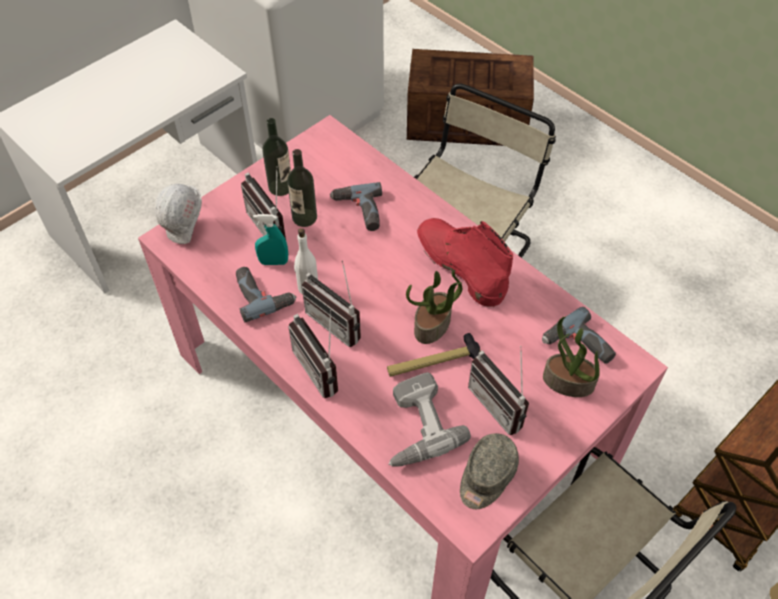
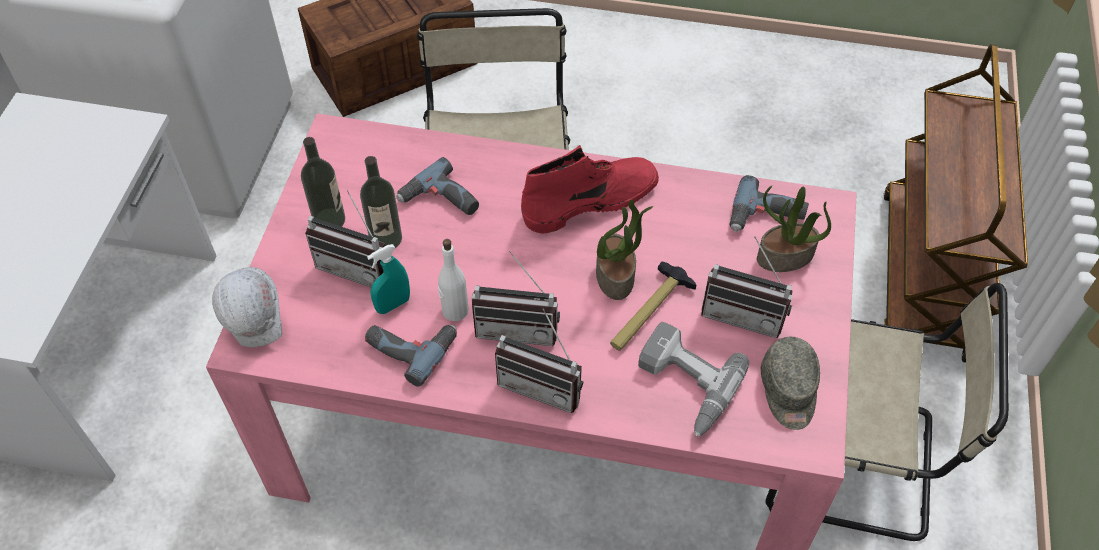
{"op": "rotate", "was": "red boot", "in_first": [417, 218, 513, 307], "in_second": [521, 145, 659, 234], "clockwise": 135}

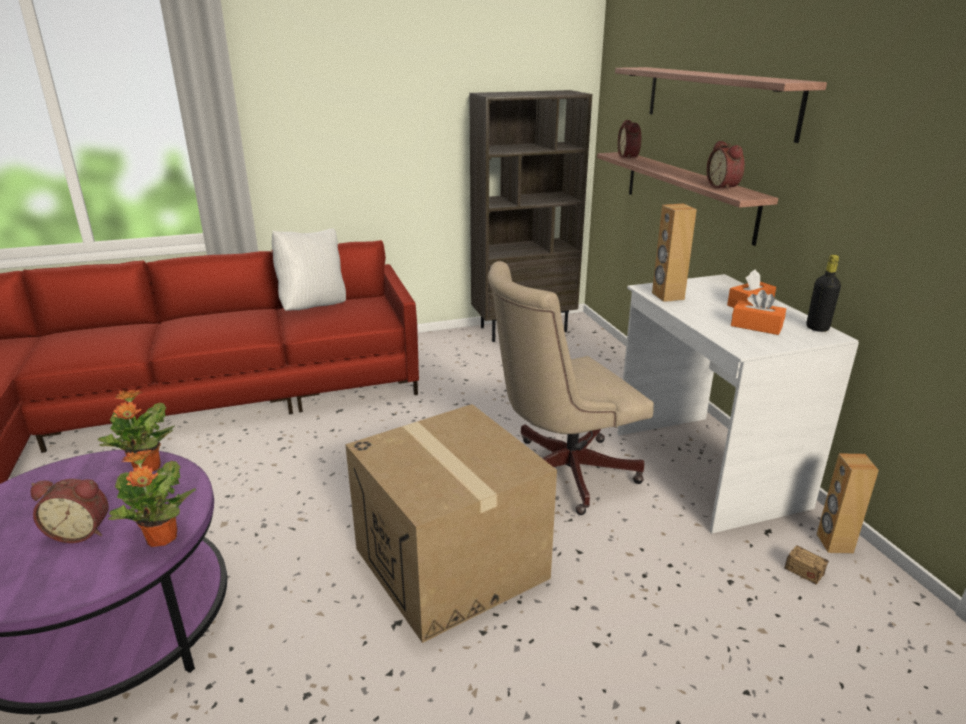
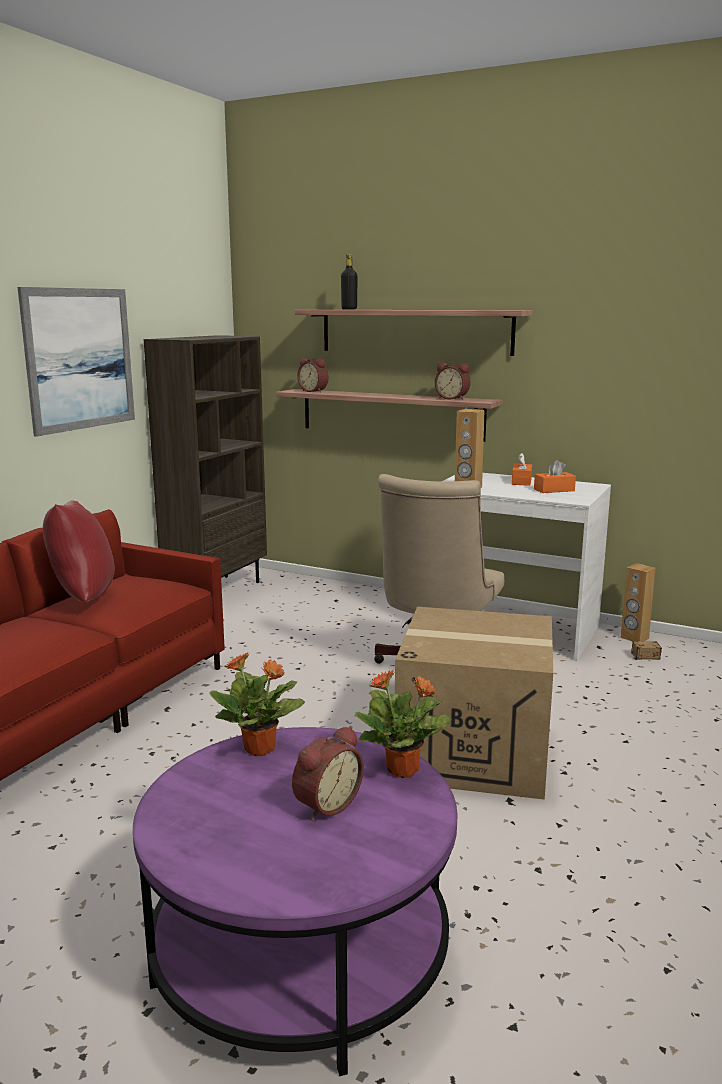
{"op": "recolor", "was": "white pillow", "now": "red pillow", "in_first": [272, 228, 346, 311], "in_second": [43, 500, 115, 602]}
{"op": "move", "was": "black bottle", "in_first": [806, 255, 841, 332], "in_second": [341, 254, 358, 310]}
{"op": "insert", "now": "picture", "in_second": [18, 287, 135, 437]}

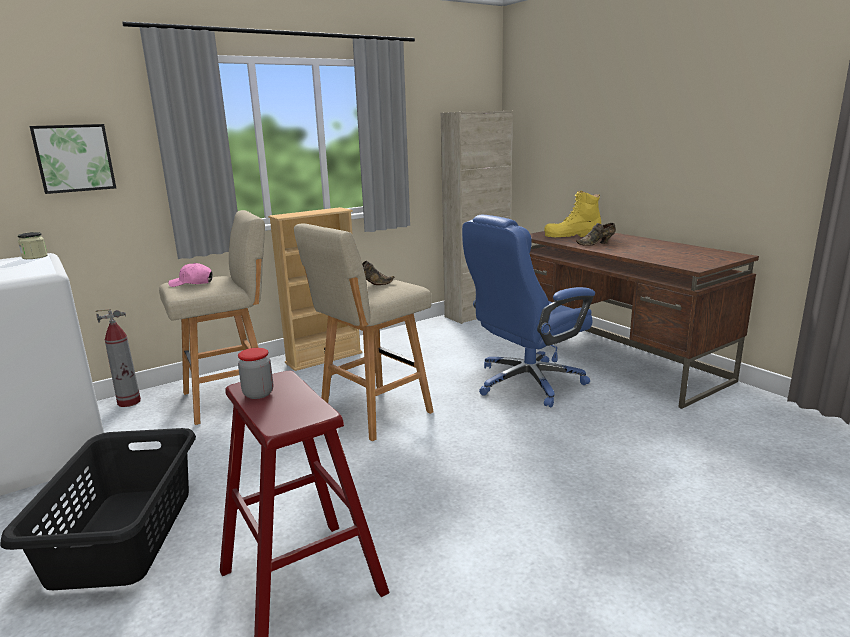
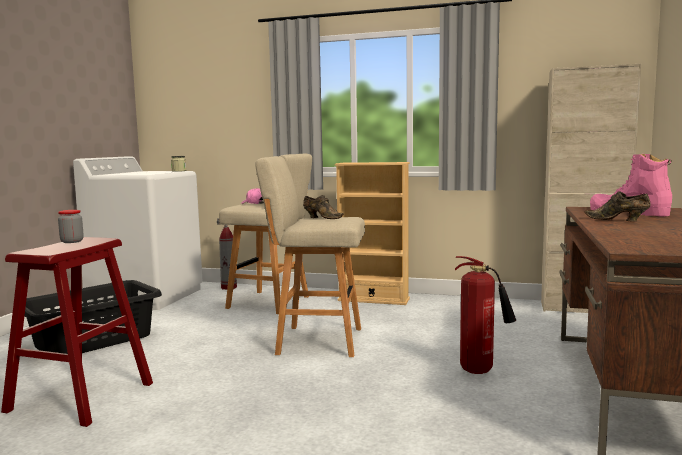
{"op": "delete", "was": "picture", "in_first": [29, 124, 116, 194]}
{"op": "replace", "was": "blue office chair", "now": "fire extinguisher", "in_first": [462, 215, 595, 407], "in_second": [455, 256, 516, 374]}
{"op": "recolor", "was": "yellow boot", "now": "pink boot", "in_first": [544, 191, 601, 237], "in_second": [590, 154, 672, 216]}

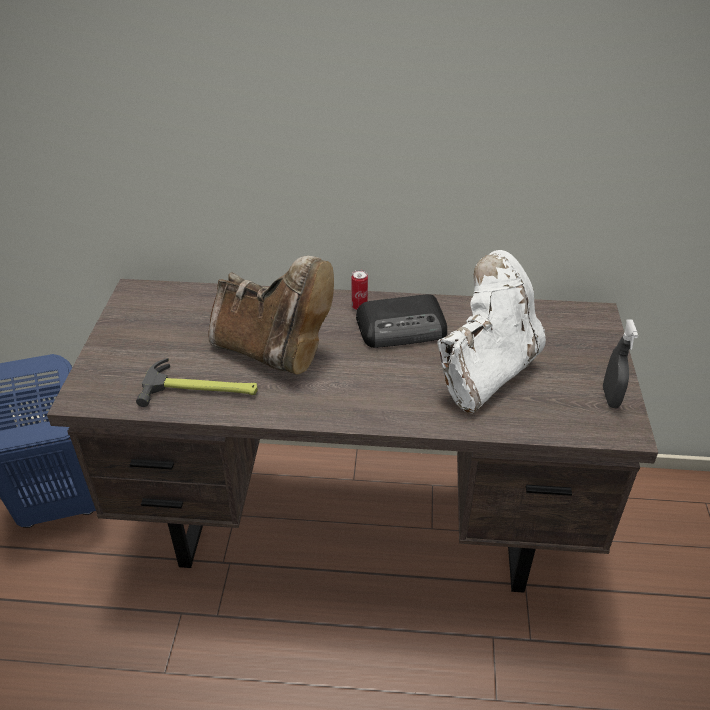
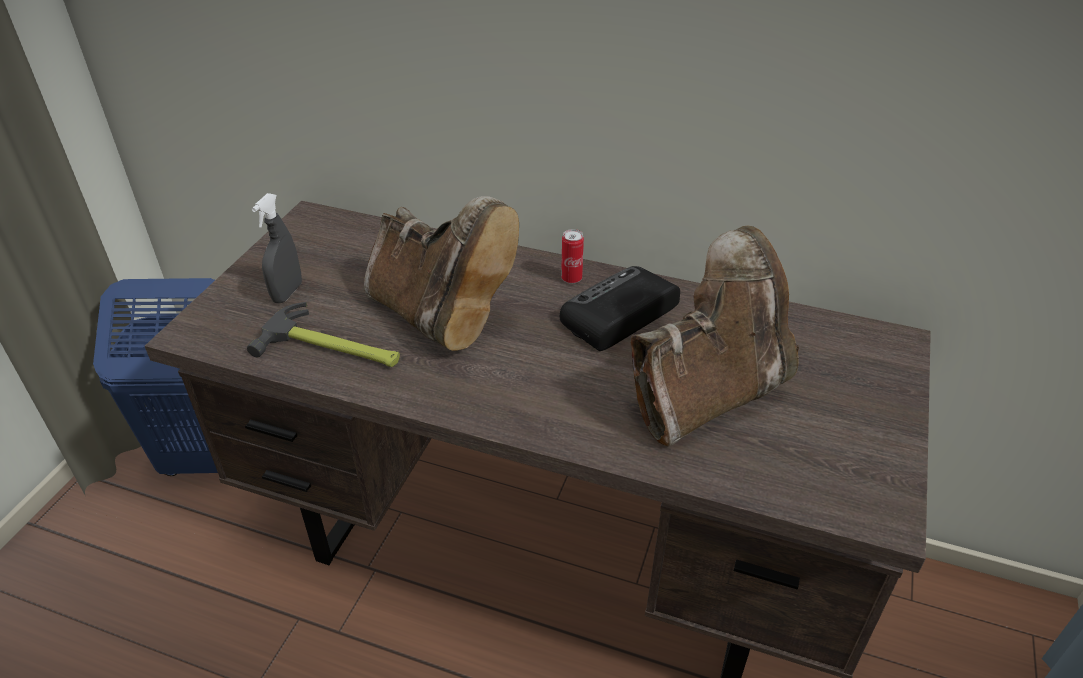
{"op": "rotate", "was": "radio", "in_first": [356, 294, 447, 348], "in_second": [560, 266, 680, 351], "clockwise": 135}
{"op": "recolor", "was": "white boot", "now": "brown boot", "in_first": [437, 250, 546, 413], "in_second": [631, 226, 799, 446]}
{"op": "move", "was": "grey spray bottle", "in_first": [603, 319, 638, 408], "in_second": [252, 193, 302, 303]}

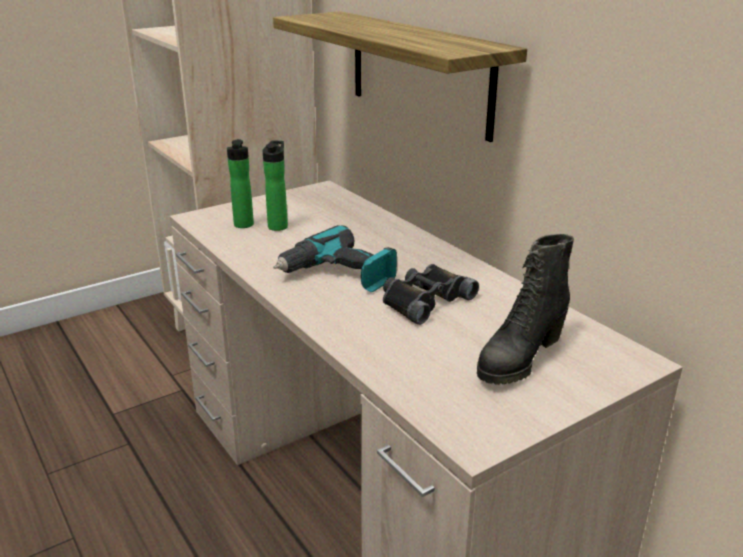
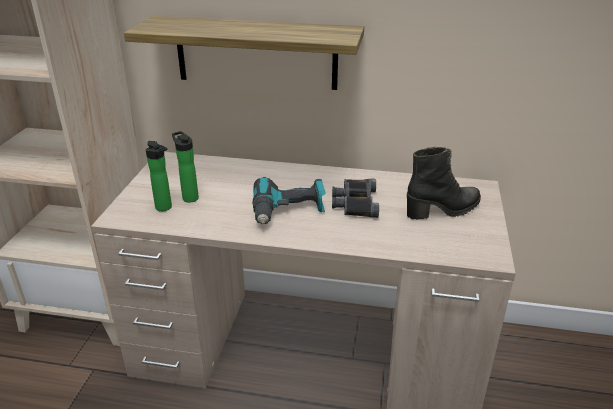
{"op": "rotate", "was": "black boot", "in_first": [477, 234, 574, 385], "in_second": [407, 147, 481, 220], "clockwise": -105}

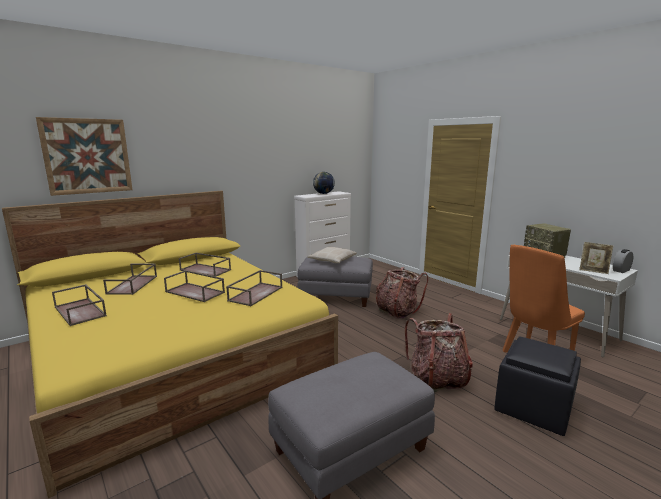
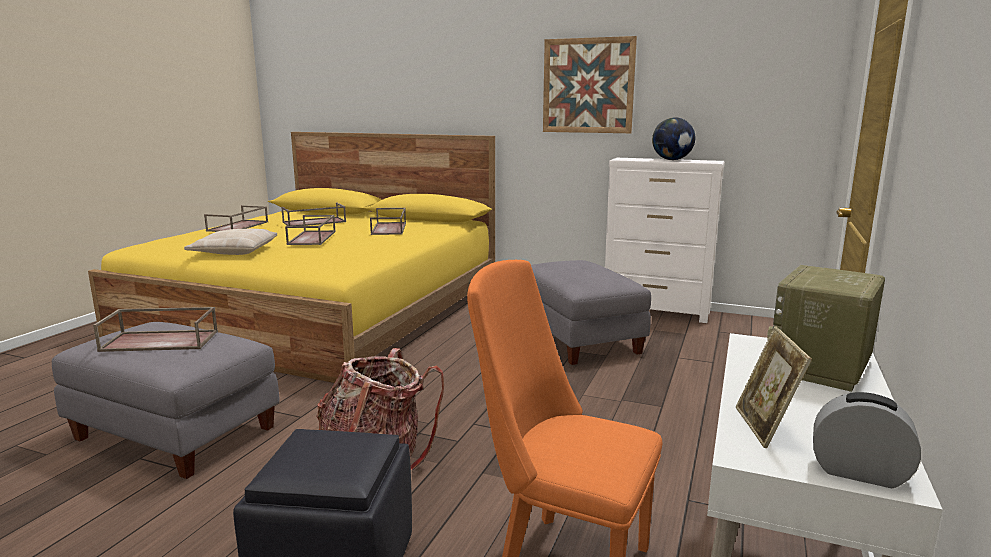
{"op": "move", "was": "picture", "in_first": [36, 117, 133, 196], "in_second": [543, 36, 637, 133]}
{"op": "move", "was": "brown tray", "in_first": [226, 270, 282, 306], "in_second": [93, 307, 218, 352]}
{"op": "move", "was": "beige pillow", "in_first": [307, 247, 357, 263], "in_second": [184, 229, 277, 255]}
{"op": "delete", "was": "backpack", "in_first": [376, 267, 428, 319]}

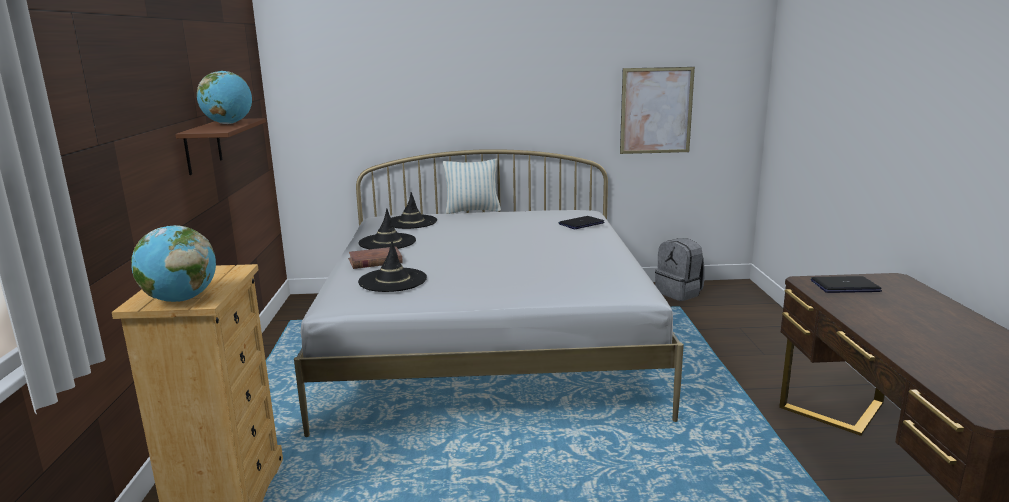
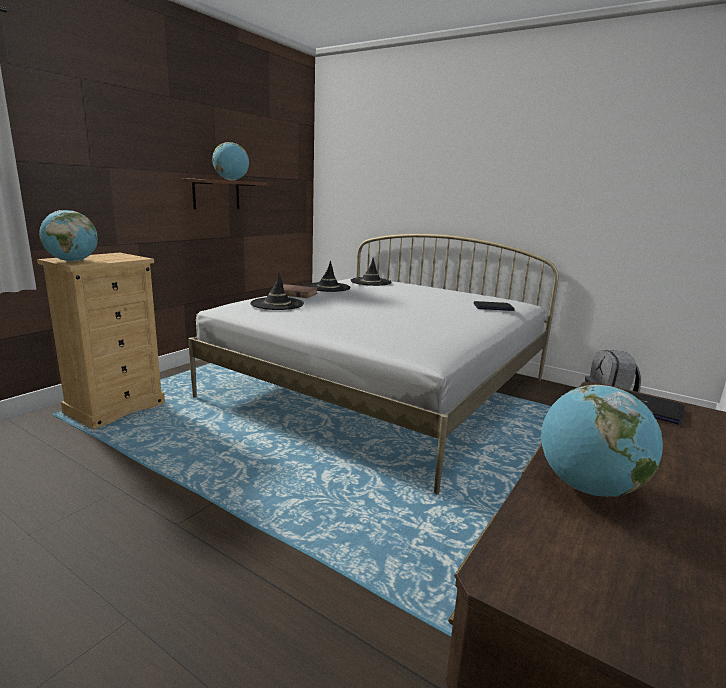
{"op": "delete", "was": "pillow", "in_first": [443, 159, 501, 214]}
{"op": "delete", "was": "picture", "in_first": [620, 67, 695, 154]}
{"op": "insert", "now": "globe", "in_second": [541, 385, 663, 497]}

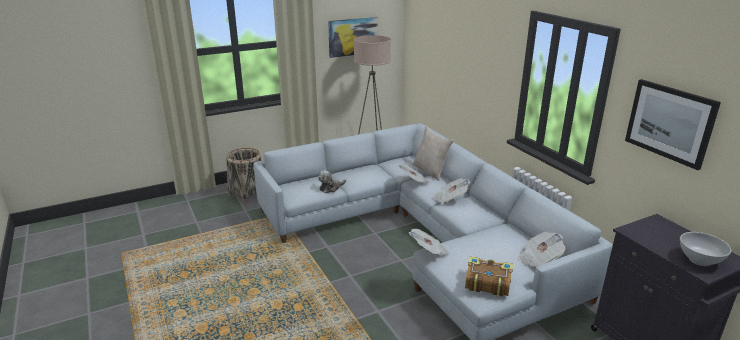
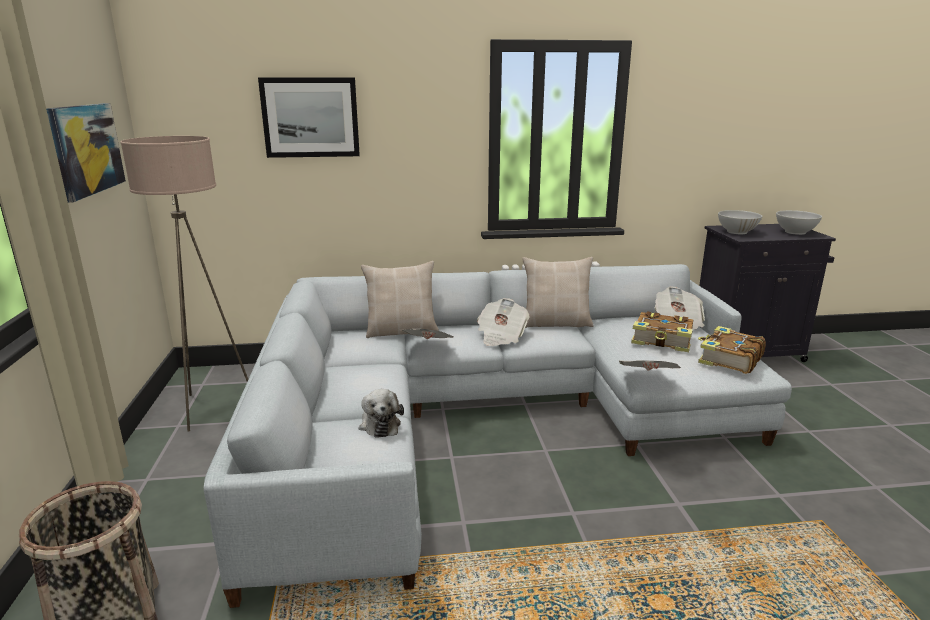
{"op": "move", "was": "picture", "in_first": [625, 79, 721, 170], "in_second": [258, 78, 360, 158]}
{"op": "insert", "now": "beige pillow", "in_second": [522, 257, 594, 328]}
{"op": "insert", "now": "book", "in_second": [631, 311, 693, 352]}
{"op": "insert", "now": "white bowl", "in_second": [718, 210, 762, 234]}

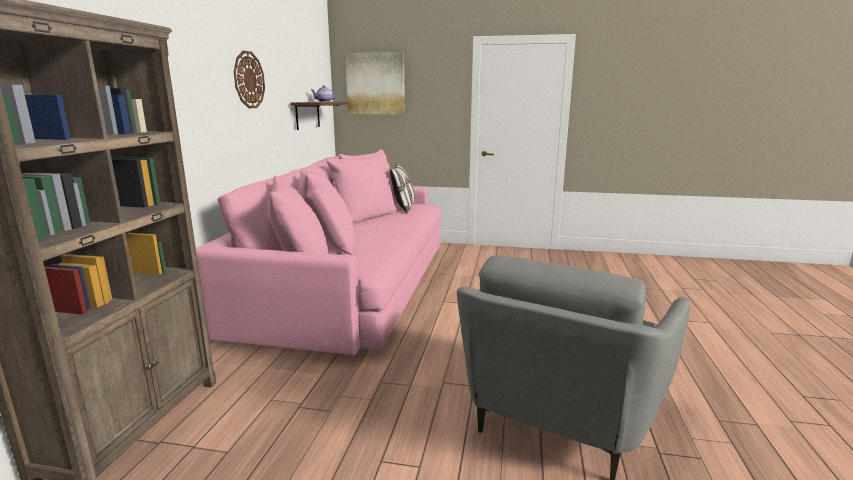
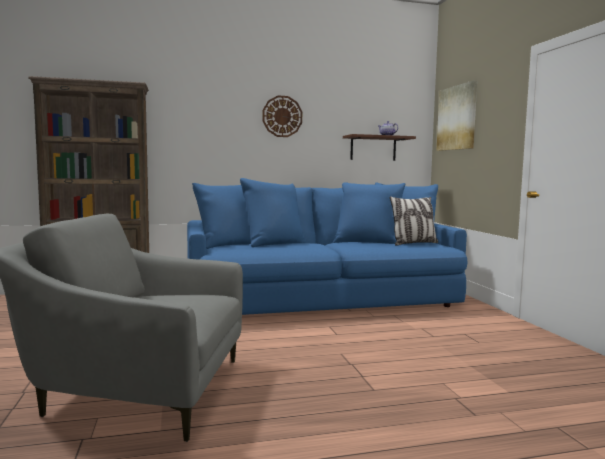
{"op": "recolor", "was": "pink sofa", "now": "blue sofa", "in_first": [196, 149, 442, 355], "in_second": [187, 178, 467, 315]}

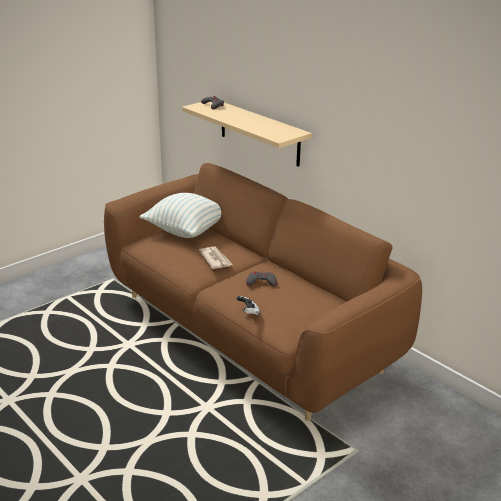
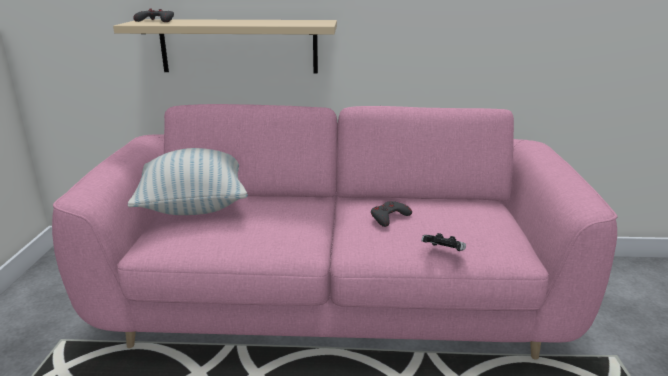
{"op": "recolor", "was": "brown sofa", "now": "pink sofa", "in_first": [104, 163, 422, 421], "in_second": [52, 104, 617, 360]}
{"op": "delete", "was": "newspaper", "in_first": [199, 247, 233, 269]}

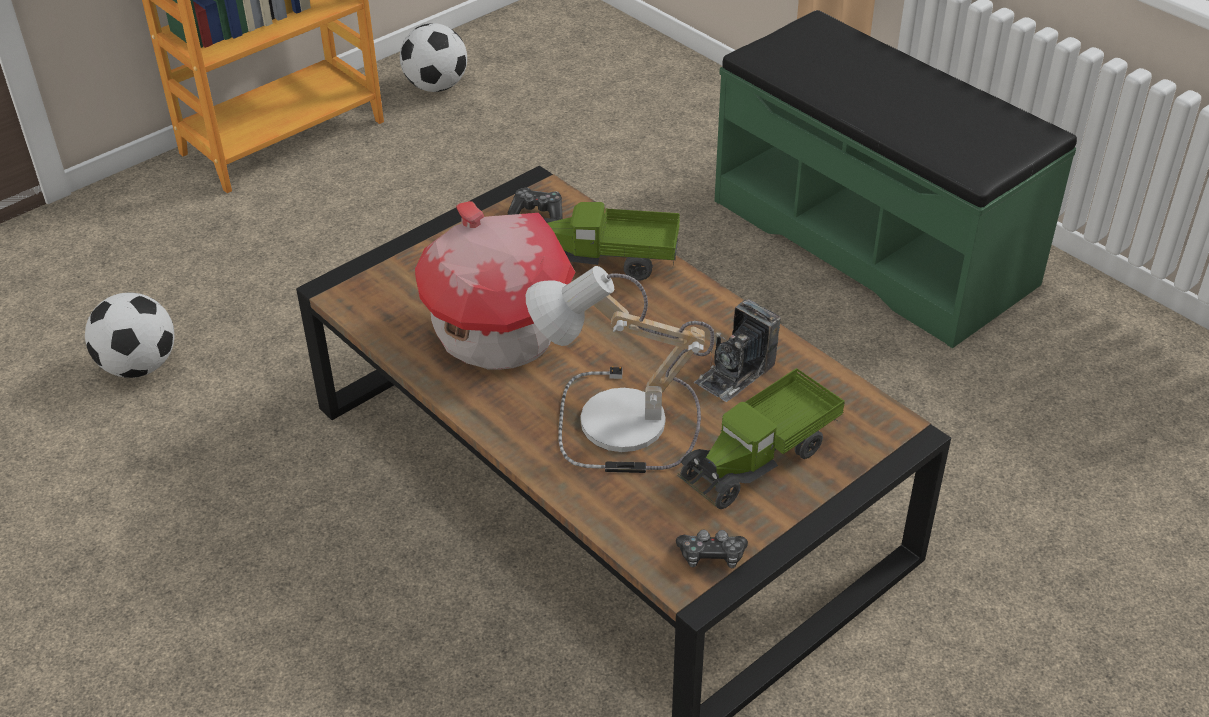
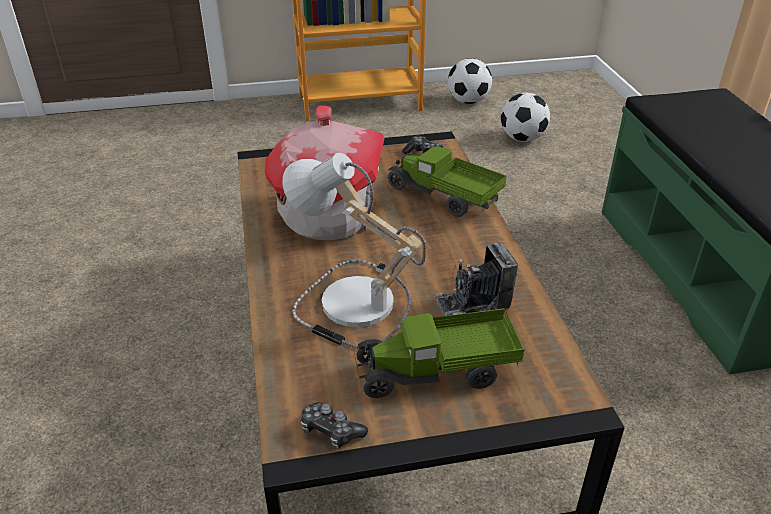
{"op": "move", "was": "football", "in_first": [85, 292, 175, 378], "in_second": [501, 93, 550, 142]}

